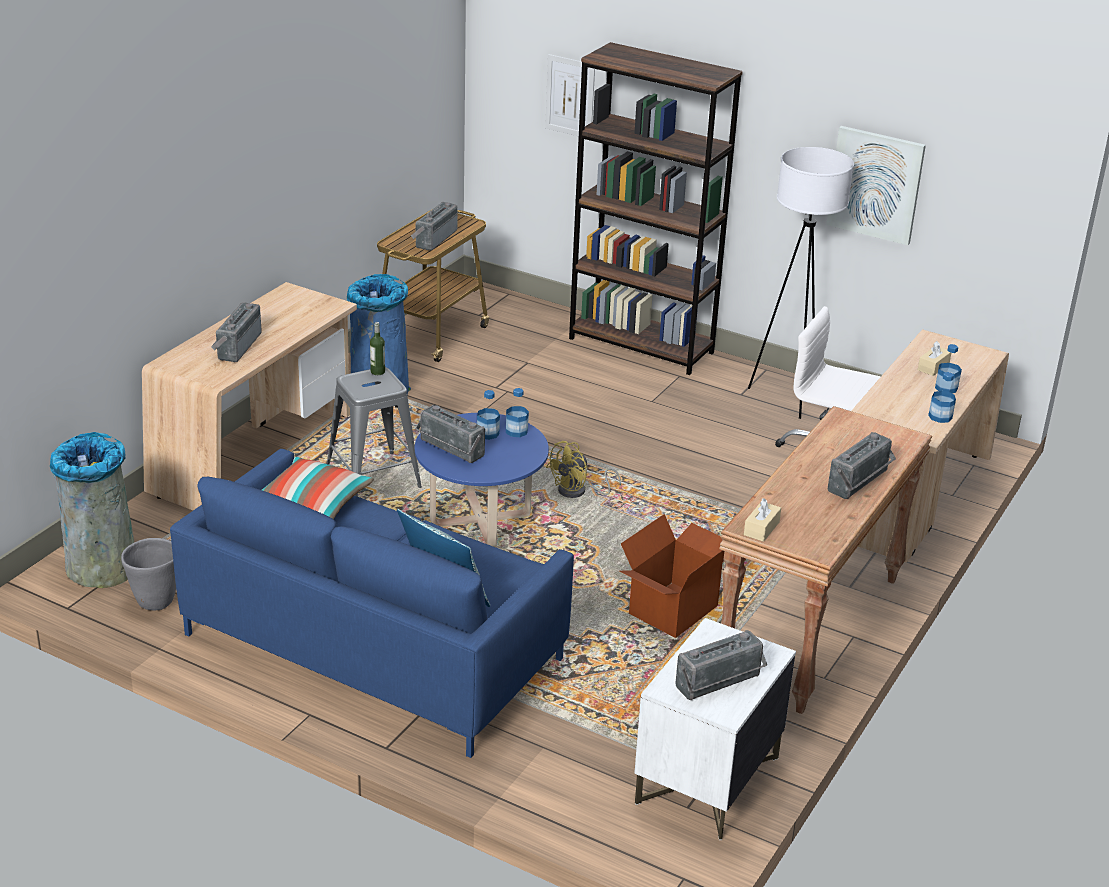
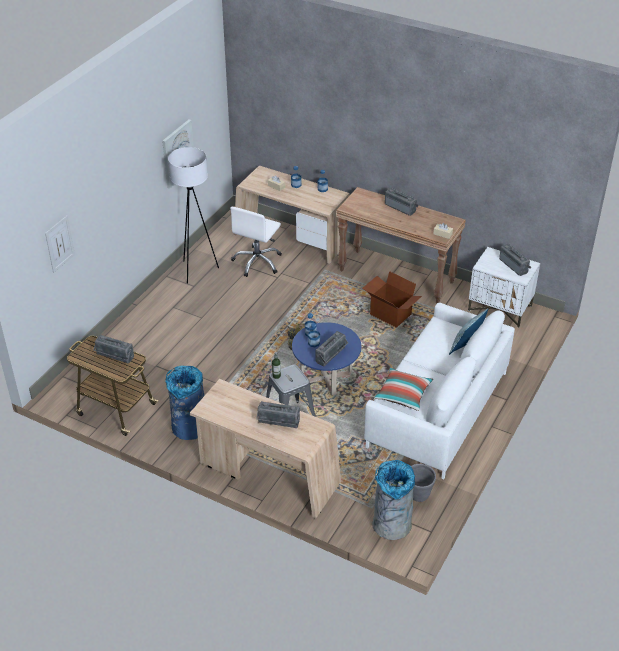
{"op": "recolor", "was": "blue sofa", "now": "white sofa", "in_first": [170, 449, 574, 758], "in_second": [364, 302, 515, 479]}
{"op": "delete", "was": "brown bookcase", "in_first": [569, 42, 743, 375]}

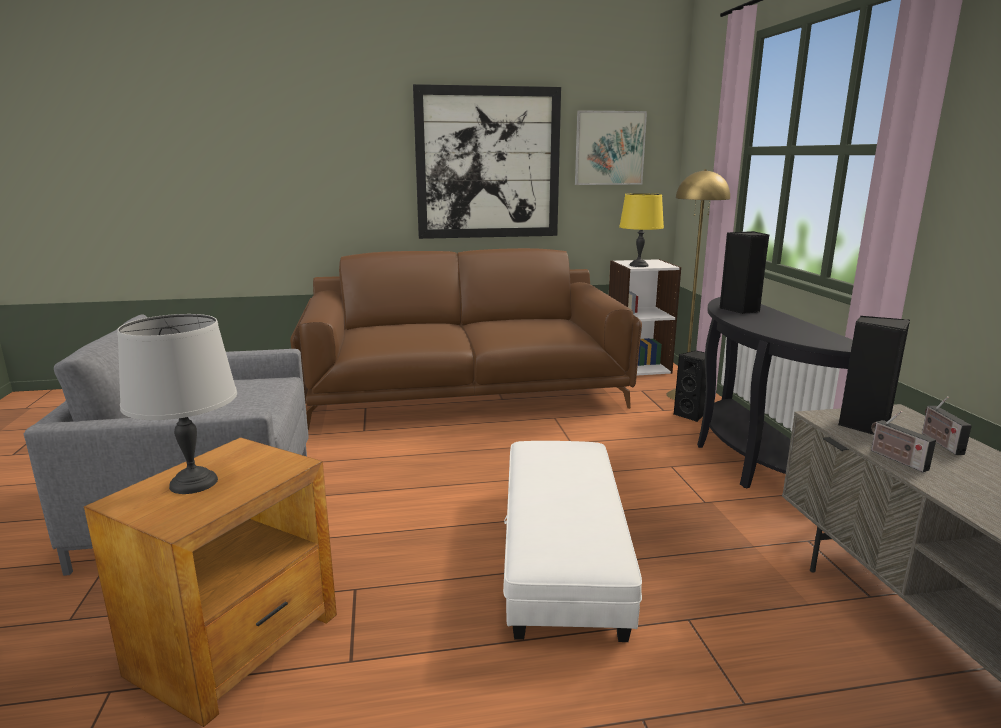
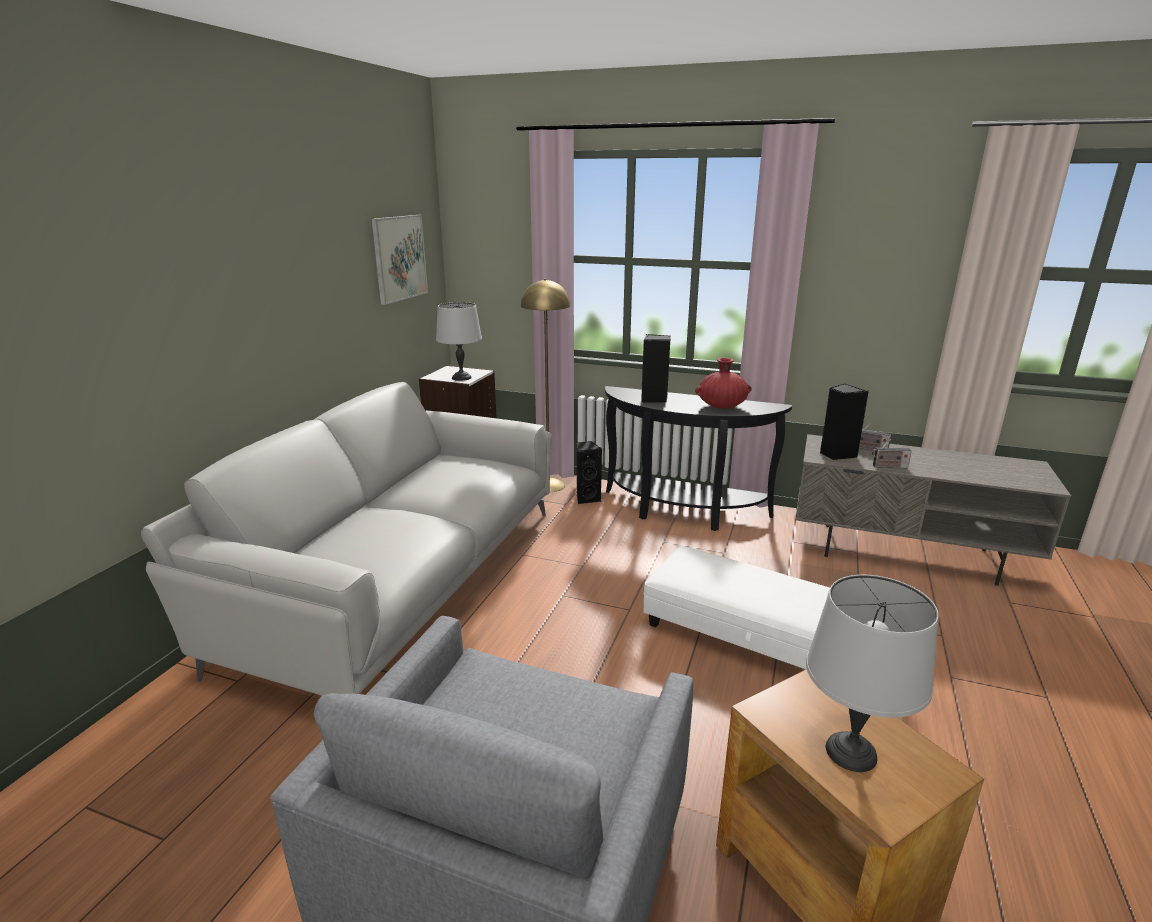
{"op": "recolor", "was": "brown sofa", "now": "grey sofa", "in_first": [290, 248, 642, 430], "in_second": [141, 382, 552, 696]}
{"op": "delete", "was": "picture", "in_first": [413, 84, 561, 239]}
{"op": "recolor", "was": "yellow table lamp", "now": "grey table lamp", "in_first": [619, 193, 664, 267], "in_second": [436, 302, 482, 381]}
{"op": "insert", "now": "red vase", "in_second": [695, 358, 752, 409]}

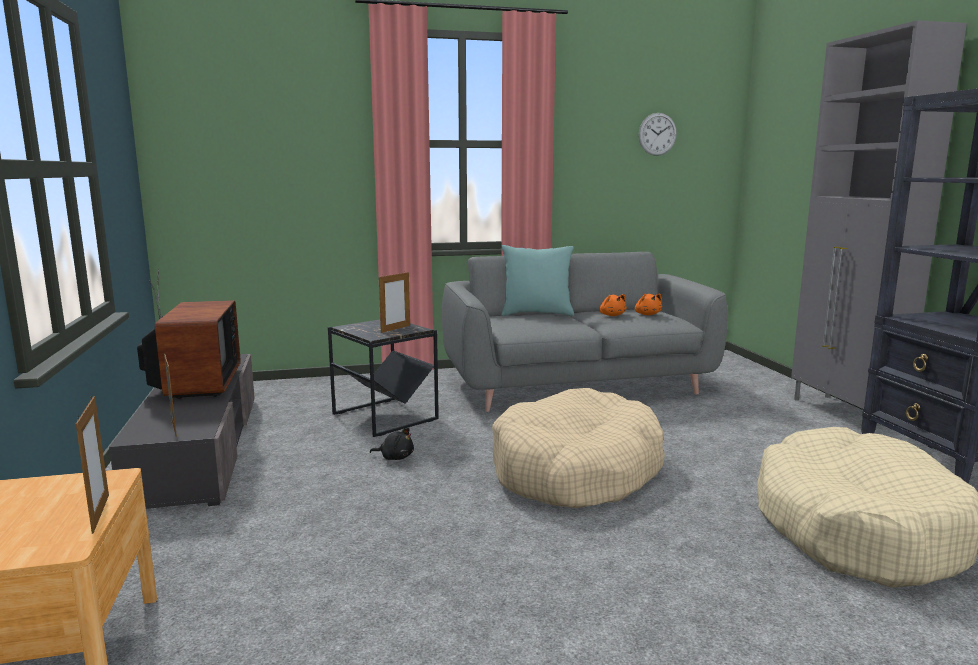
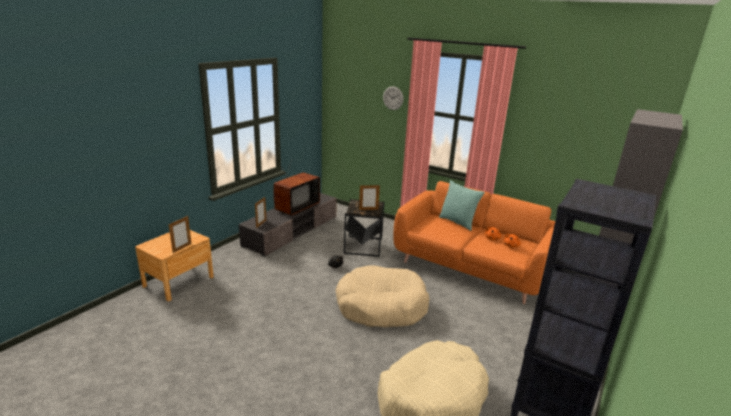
{"op": "recolor", "was": "grey sofa", "now": "orange sofa", "in_first": [442, 252, 728, 412], "in_second": [393, 181, 555, 304]}
{"op": "move", "was": "wall clock", "in_first": [638, 113, 677, 156], "in_second": [383, 86, 403, 110]}

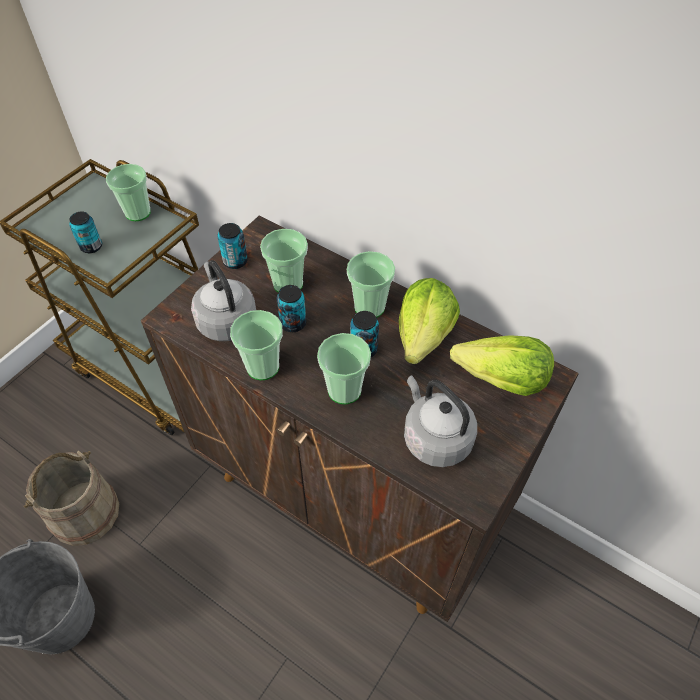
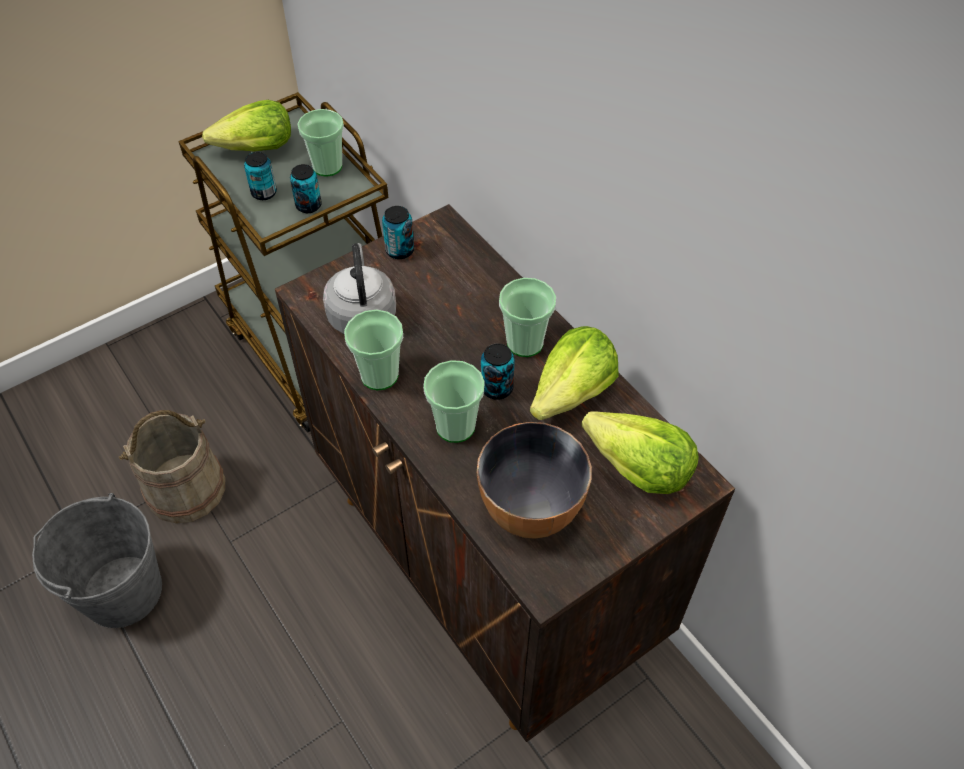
{"op": "delete", "was": "cup", "in_first": [260, 229, 308, 293]}
{"op": "move", "was": "can", "in_first": [277, 285, 306, 332], "in_second": [290, 164, 322, 213]}
{"op": "replace", "was": "grey kettle", "now": "bowl", "in_first": [404, 375, 477, 467], "in_second": [477, 422, 592, 539]}
{"op": "insert", "now": "lettuce", "in_second": [202, 100, 291, 151]}

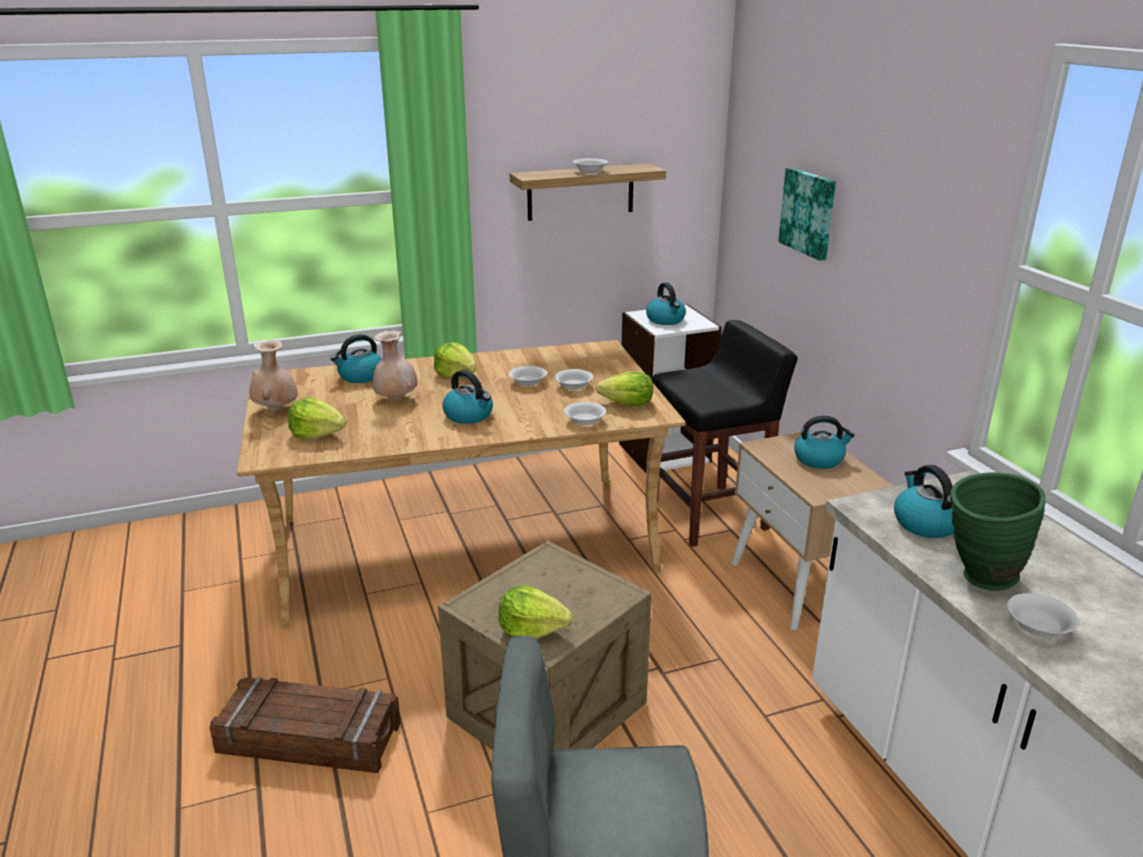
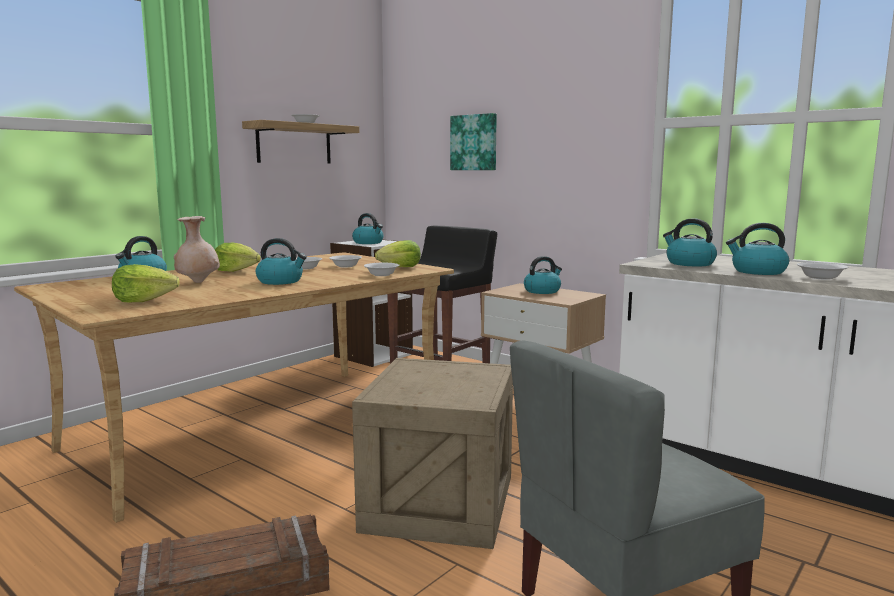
{"op": "delete", "was": "beige vase", "in_first": [250, 340, 298, 411]}
{"op": "delete", "was": "lettuce", "in_first": [498, 585, 573, 639]}
{"op": "replace", "was": "green vase", "now": "kettle", "in_first": [950, 472, 1045, 591], "in_second": [726, 223, 789, 275]}

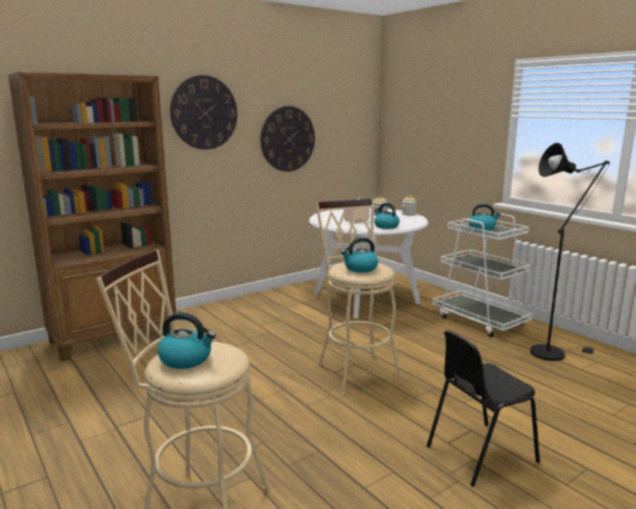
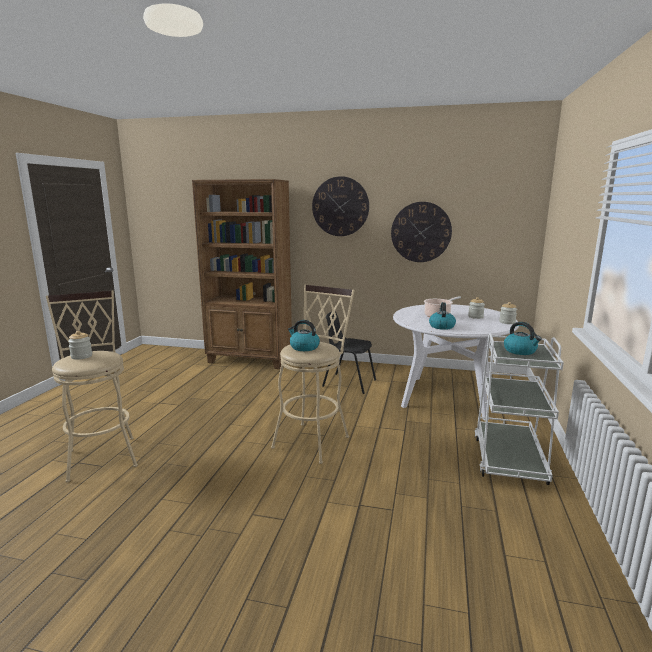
{"op": "replace", "was": "kettle", "now": "jar", "in_first": [157, 312, 216, 369], "in_second": [68, 331, 92, 360]}
{"op": "move", "was": "black chair", "in_first": [427, 330, 540, 487], "in_second": [322, 312, 376, 394]}
{"op": "delete", "was": "black floor lamp", "in_first": [530, 143, 610, 361]}

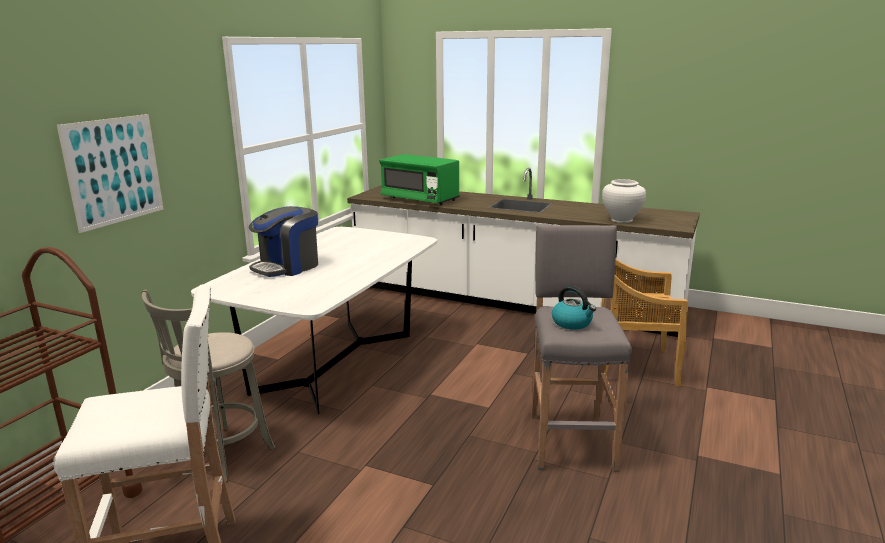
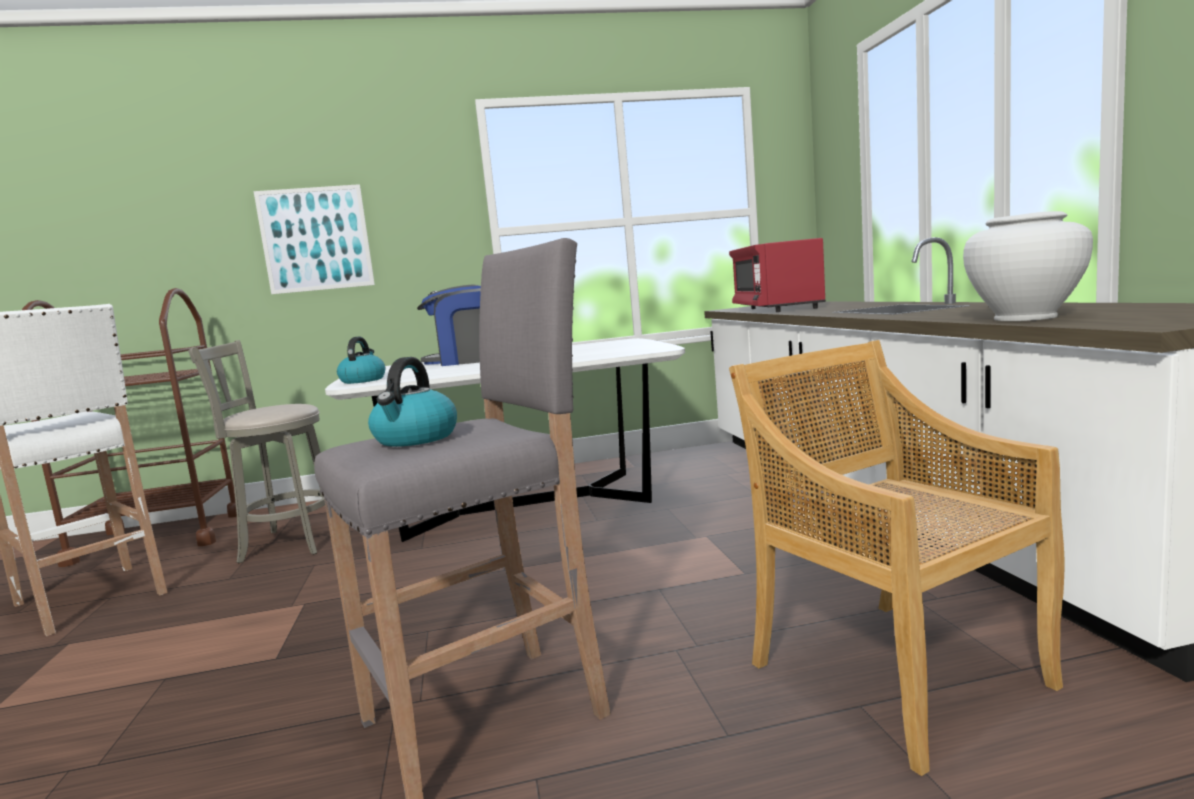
{"op": "recolor", "was": "green microwave", "now": "red microwave", "in_first": [379, 154, 460, 205], "in_second": [729, 238, 826, 312]}
{"op": "insert", "now": "kettle", "in_second": [337, 337, 385, 384]}

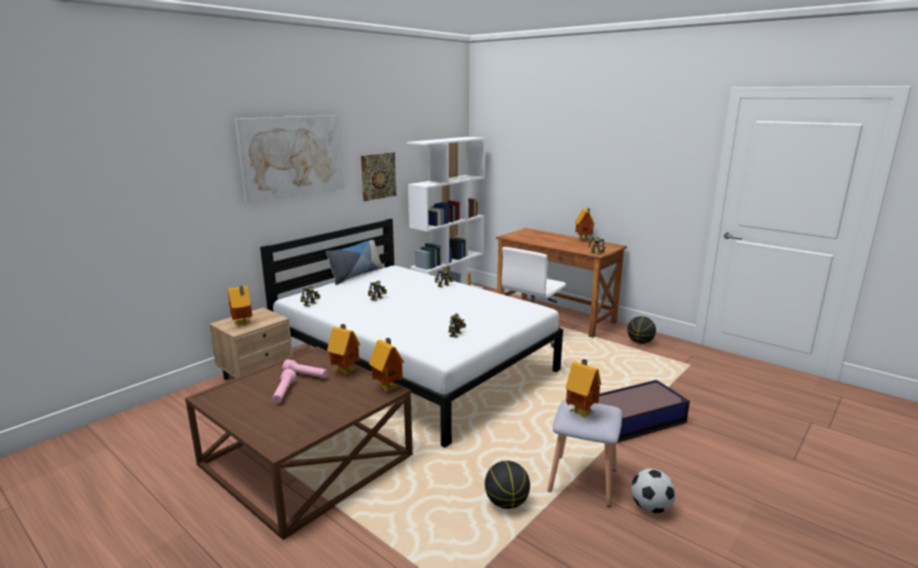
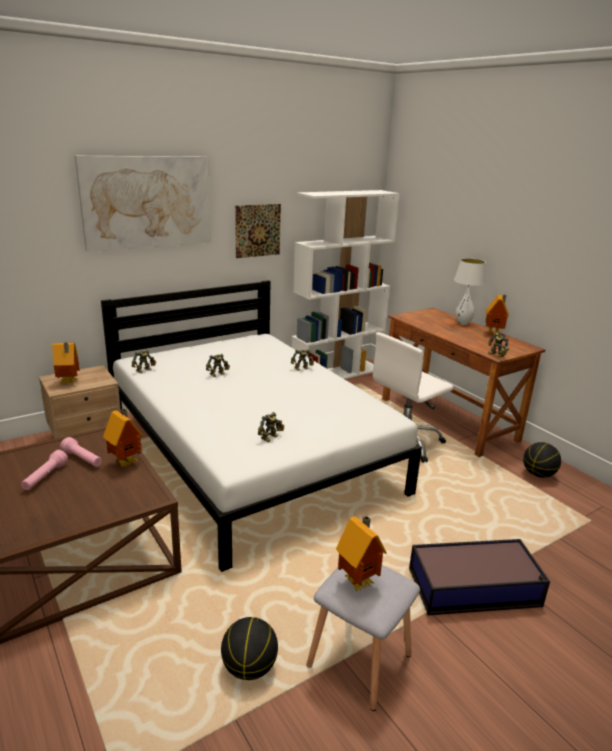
{"op": "delete", "was": "pillow", "in_first": [326, 237, 383, 285]}
{"op": "delete", "was": "toy house", "in_first": [369, 338, 405, 392]}
{"op": "delete", "was": "football", "in_first": [631, 469, 675, 513]}
{"op": "insert", "now": "white table lamp", "in_second": [454, 258, 486, 325]}

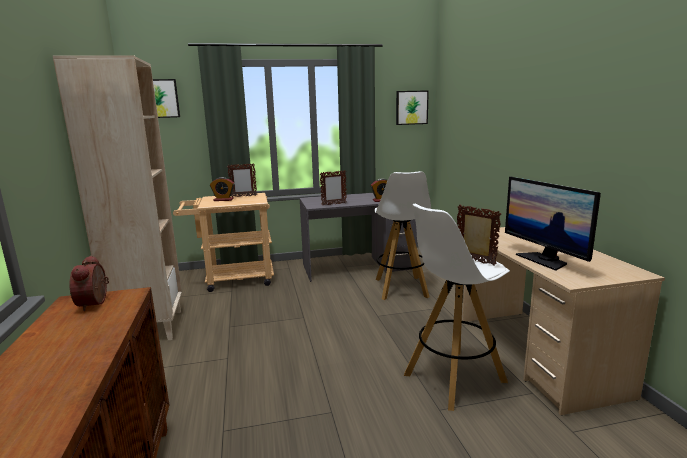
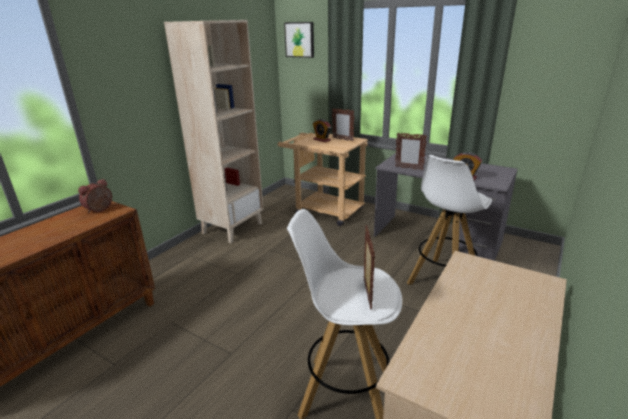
{"op": "delete", "was": "picture", "in_first": [396, 90, 429, 125]}
{"op": "delete", "was": "monitor", "in_first": [505, 176, 601, 271]}

